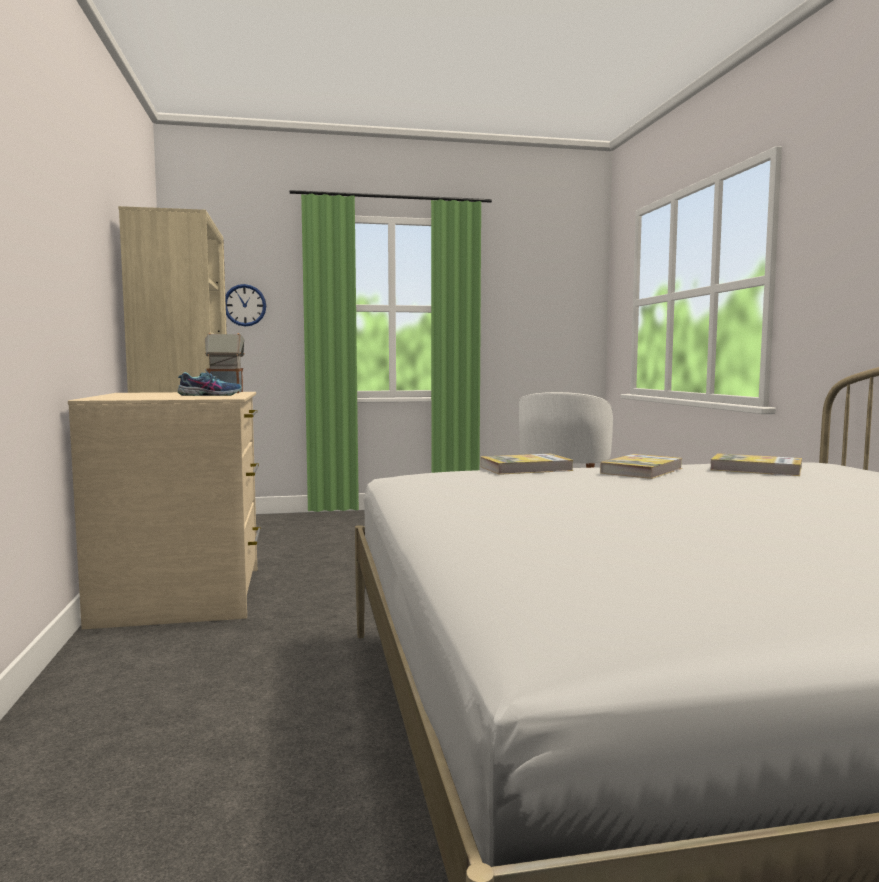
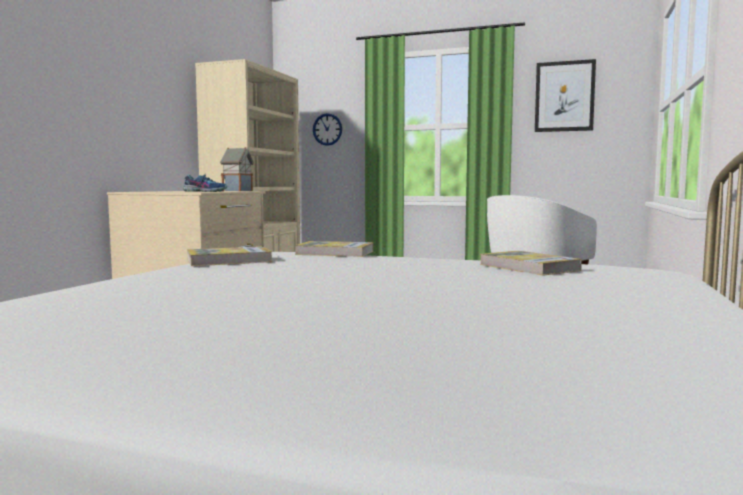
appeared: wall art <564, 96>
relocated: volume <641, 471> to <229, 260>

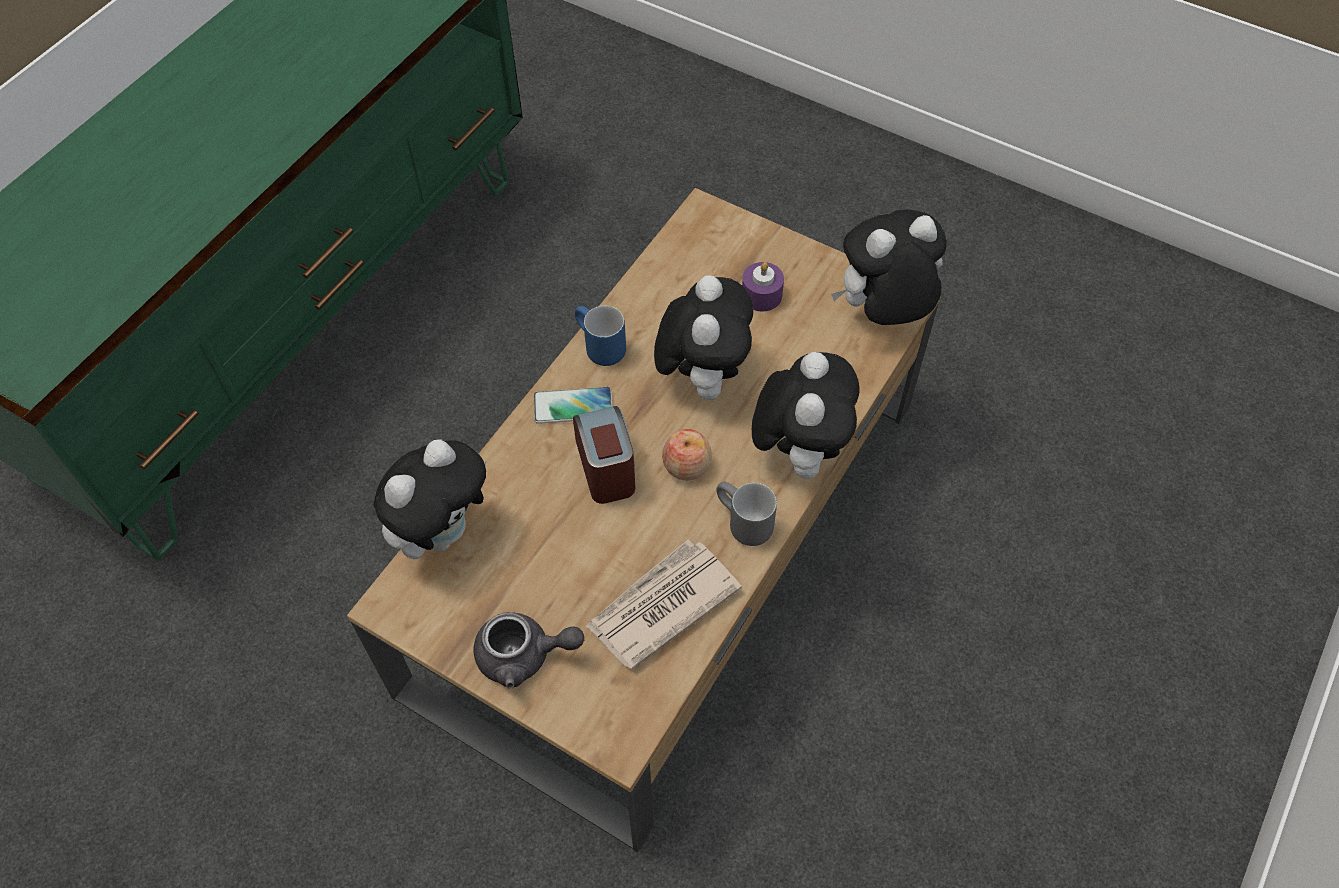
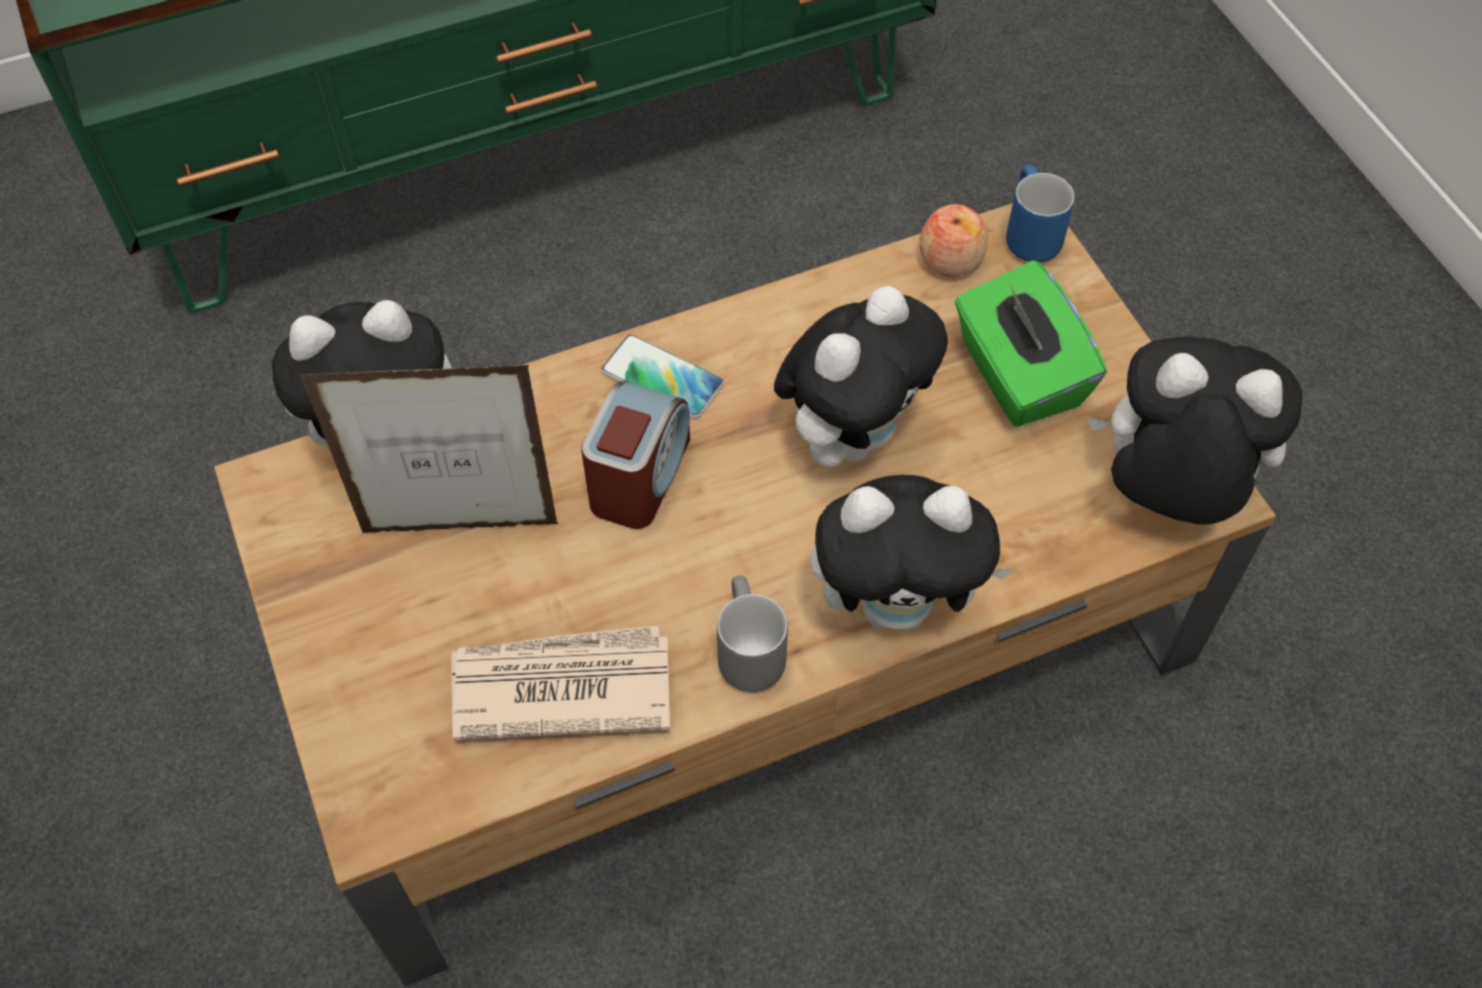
missing: pot for tea/gray <524, 656>
appeared: standing frame <461, 528>
relocated: coffee mug/blue-coloured <597, 348> to <1025, 234>; apple fruit <686, 465> to <950, 259>
exchanged: wax candle/purple-coloured <761, 295> to box of tissues/green-coloured <1018, 375>
spun: soft toy <799, 451> = <897, 605> 45 degrees clockwise

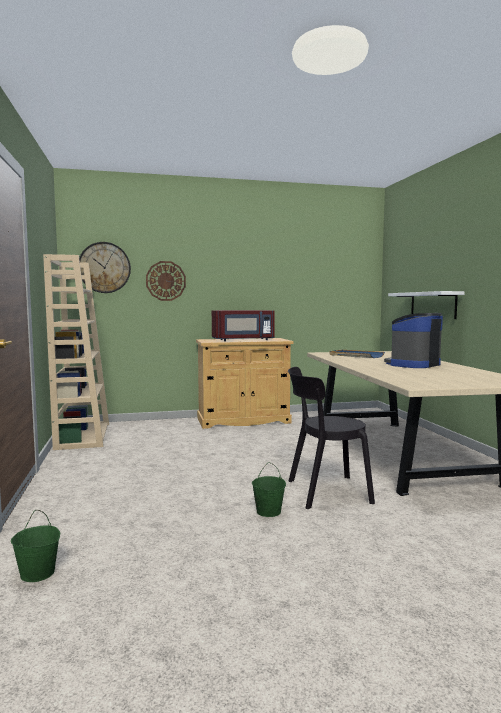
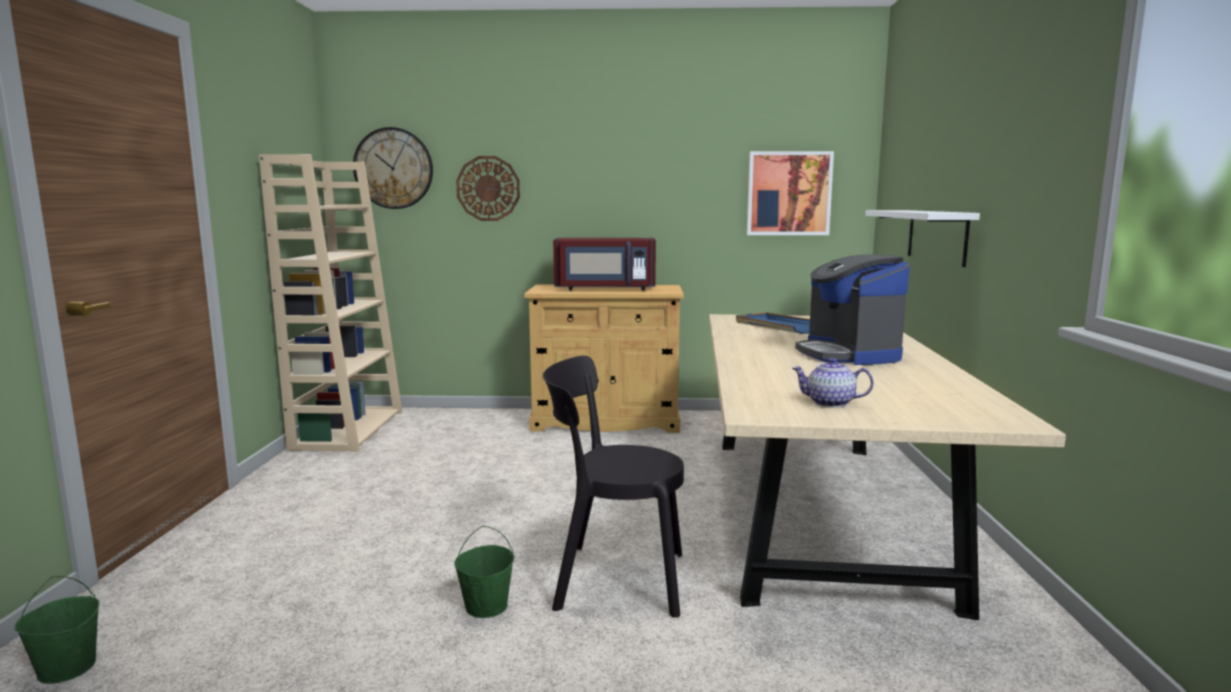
appeared: wall art <788, 193>; pot for tea <829, 403>
spun: coffee machine <412, 364> = <849, 354> 75 degrees counterclockwise

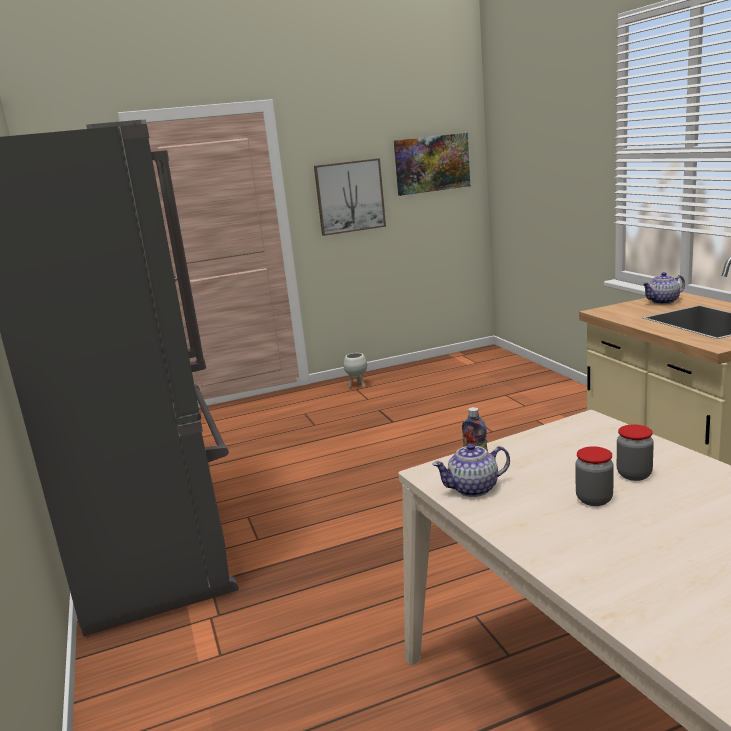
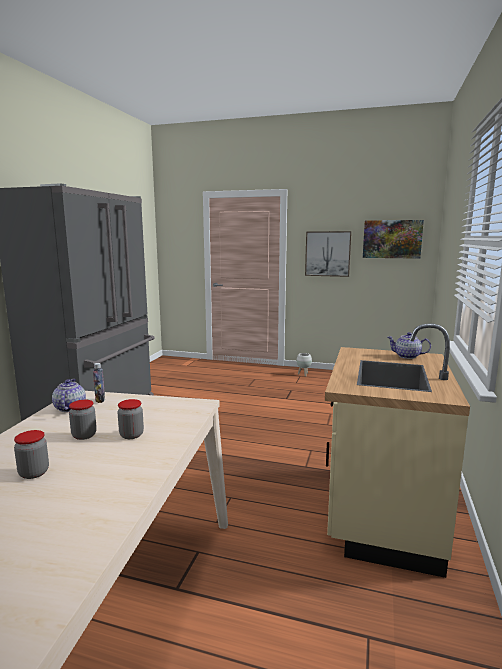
appeared: jar <34, 473>
spun: pot for tea <474, 488> = <69, 408> 60 degrees clockwise

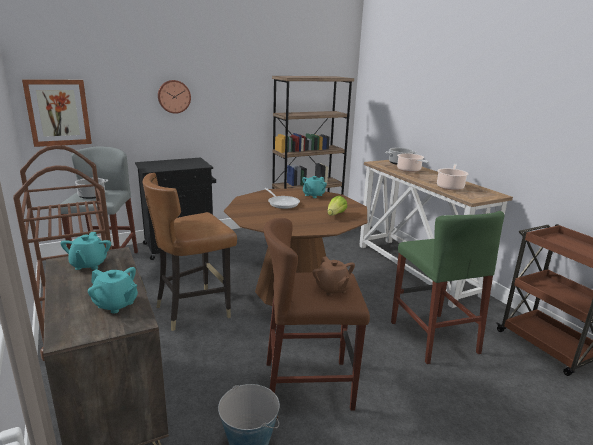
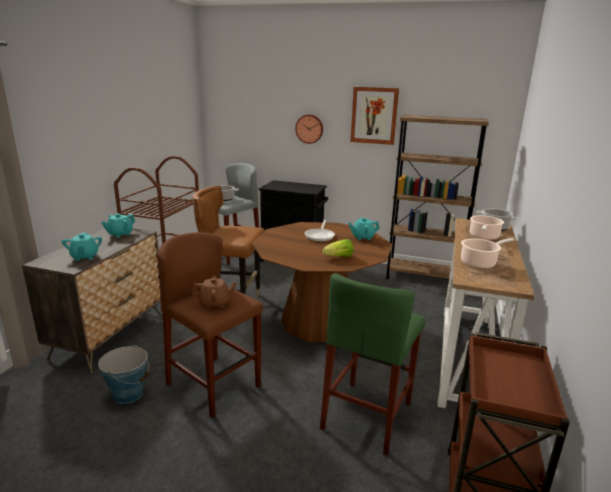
relocated: wall art <58, 112> to <374, 115>
spun: pot for tea/brownish <332, 289> = <215, 303> 120 degrees counterclockwise

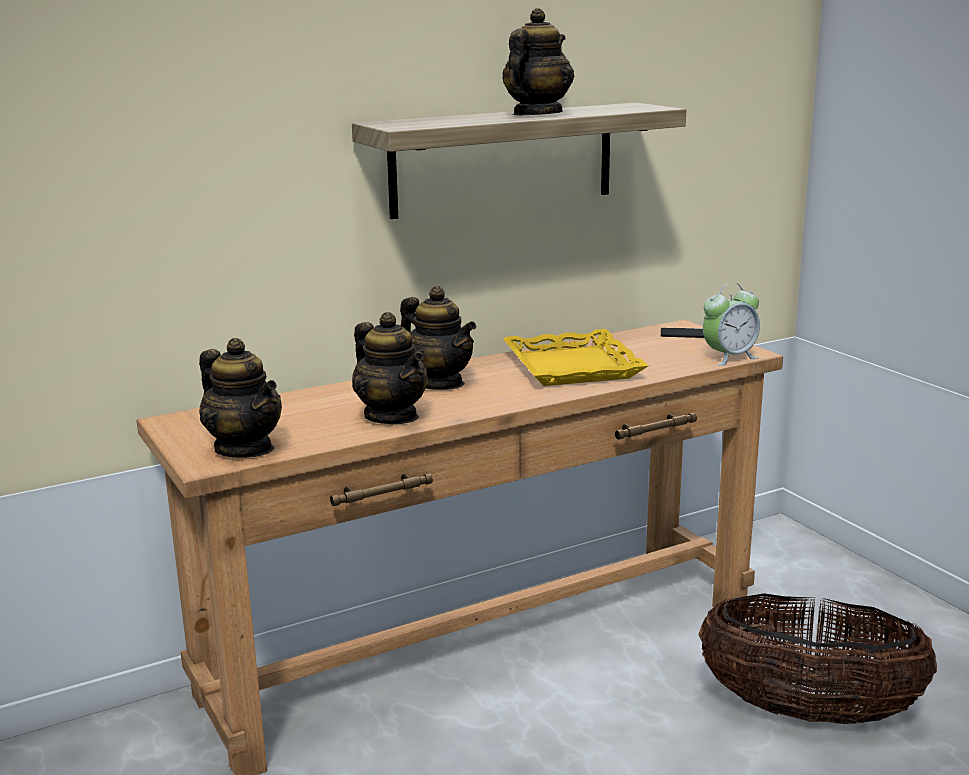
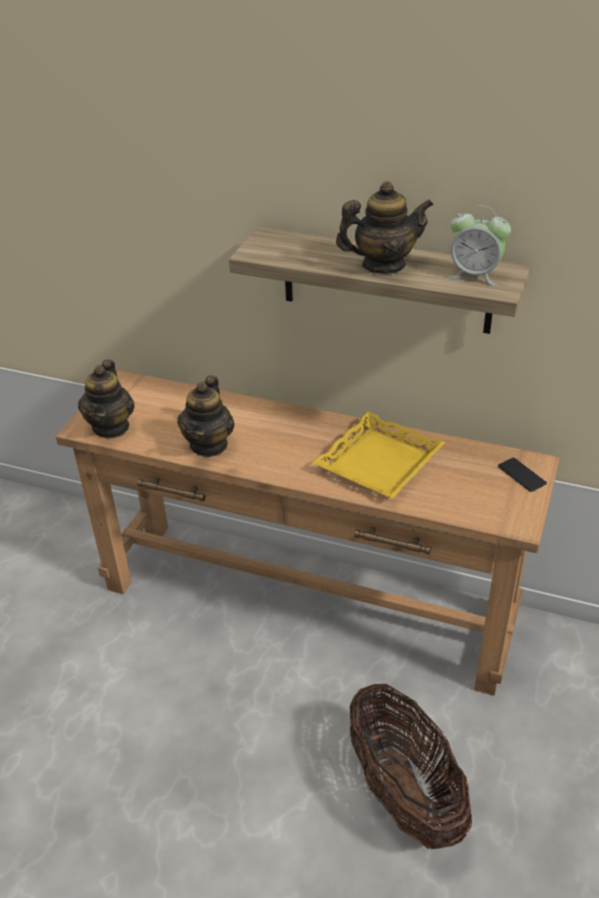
missing: pot for tea <439, 383>
relocated: bedside clock <729, 358> to <475, 275>

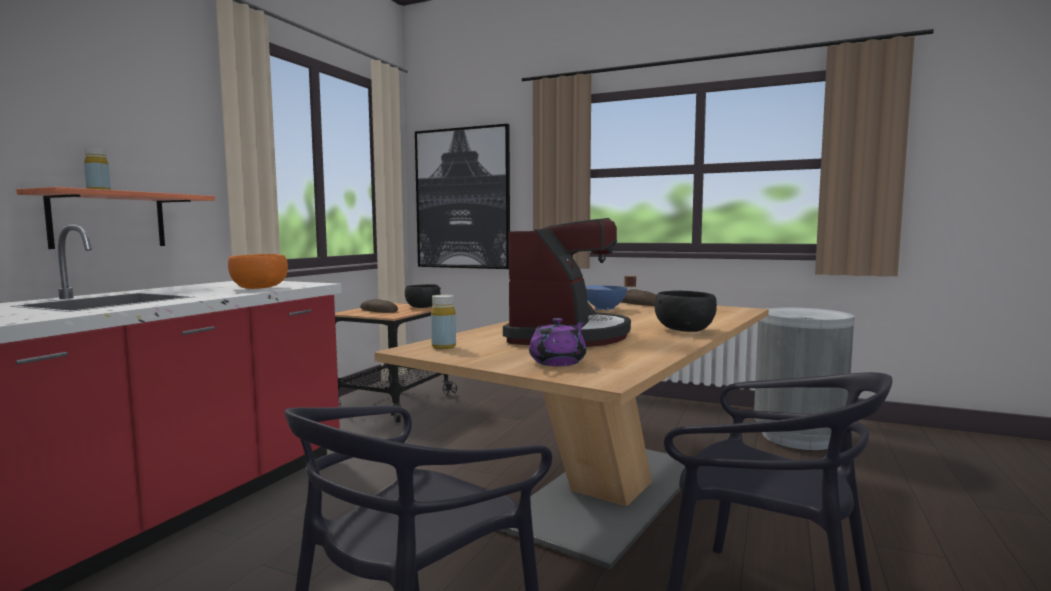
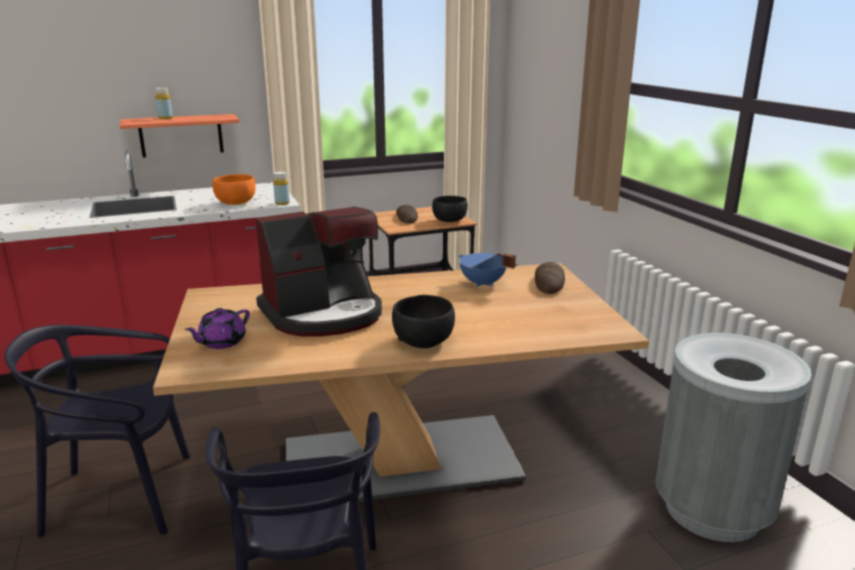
missing: wall art <462, 199>
relocated: bottle/yellow-coloured <443, 347> to <282, 203>
spun: pot for tea/purple-coloured <558, 362> = <221, 342> 135 degrees clockwise

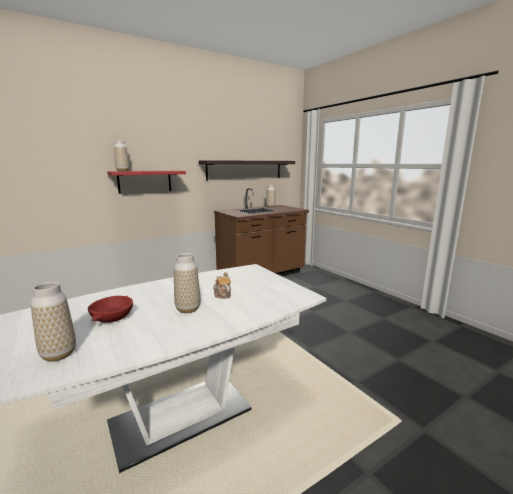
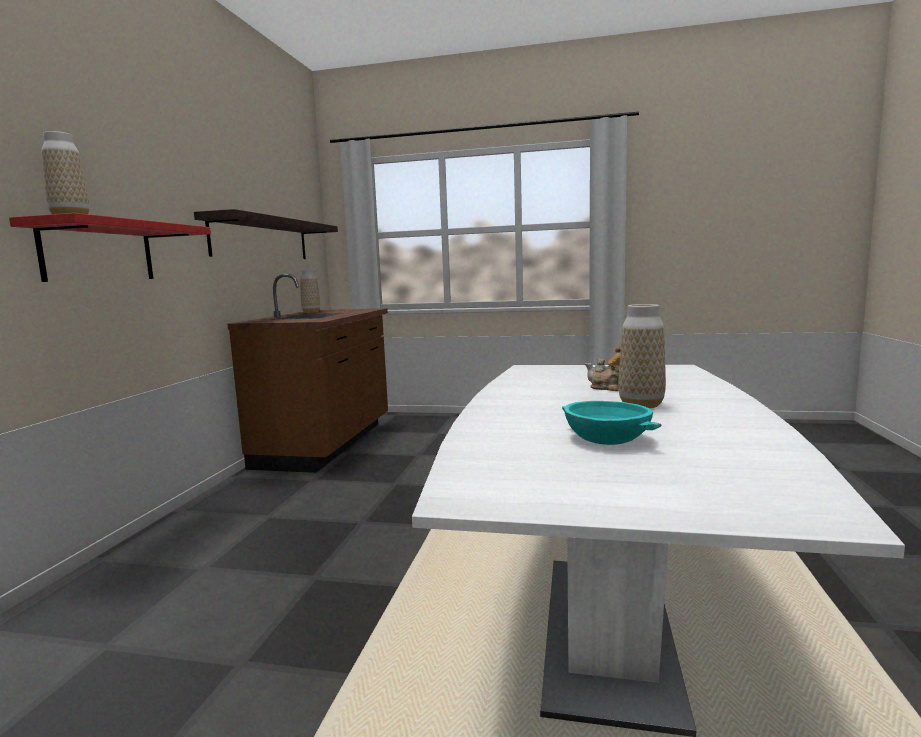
missing: decorative vase <58, 354>
colour: serving bowl/red <112, 317> to serving bowl/turquoise-coloured <605, 439>

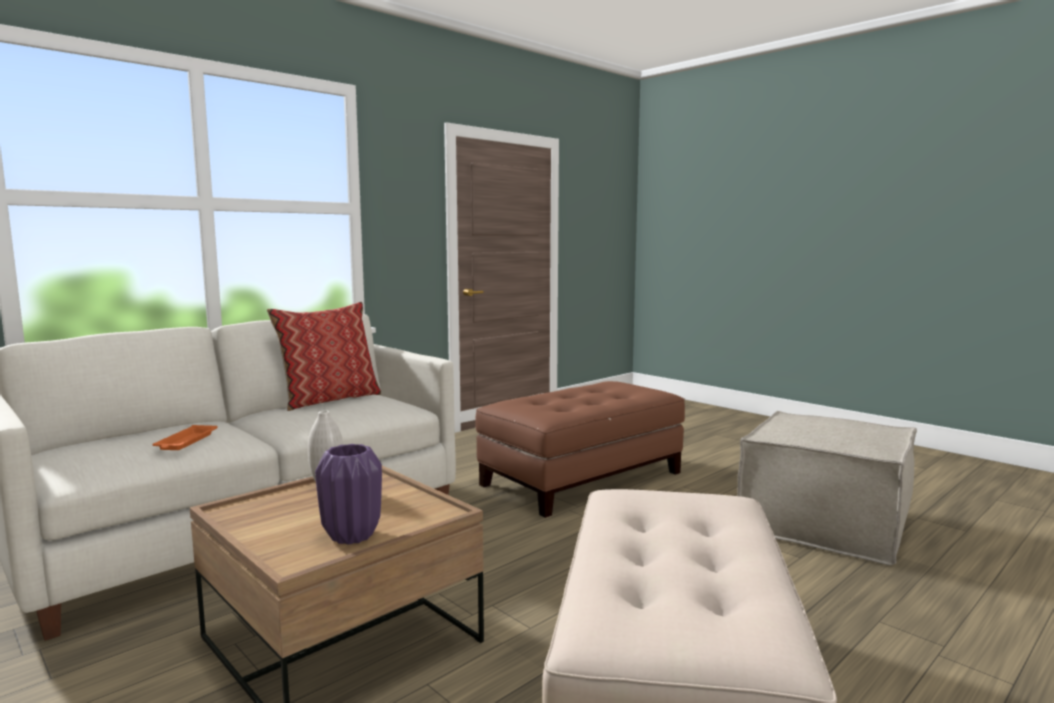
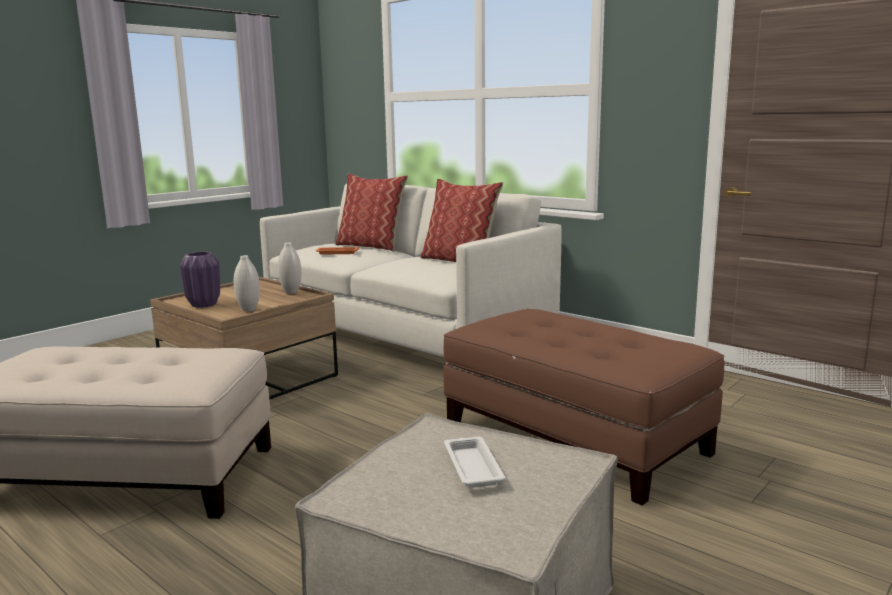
appeared: pillow <371, 246>; decorative vase/white <249, 310>; serving tray/white <472, 466>

